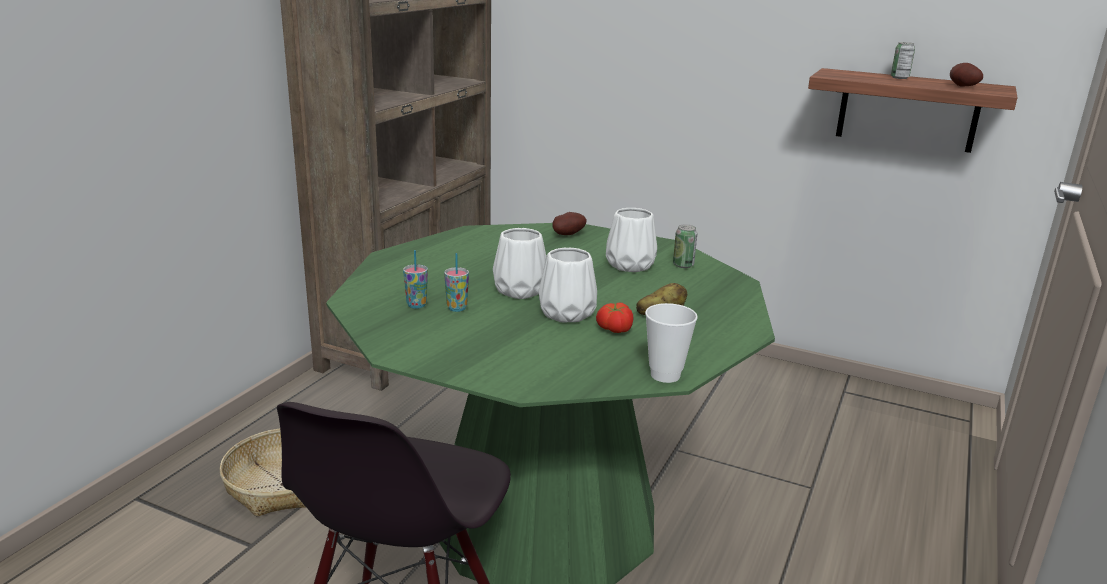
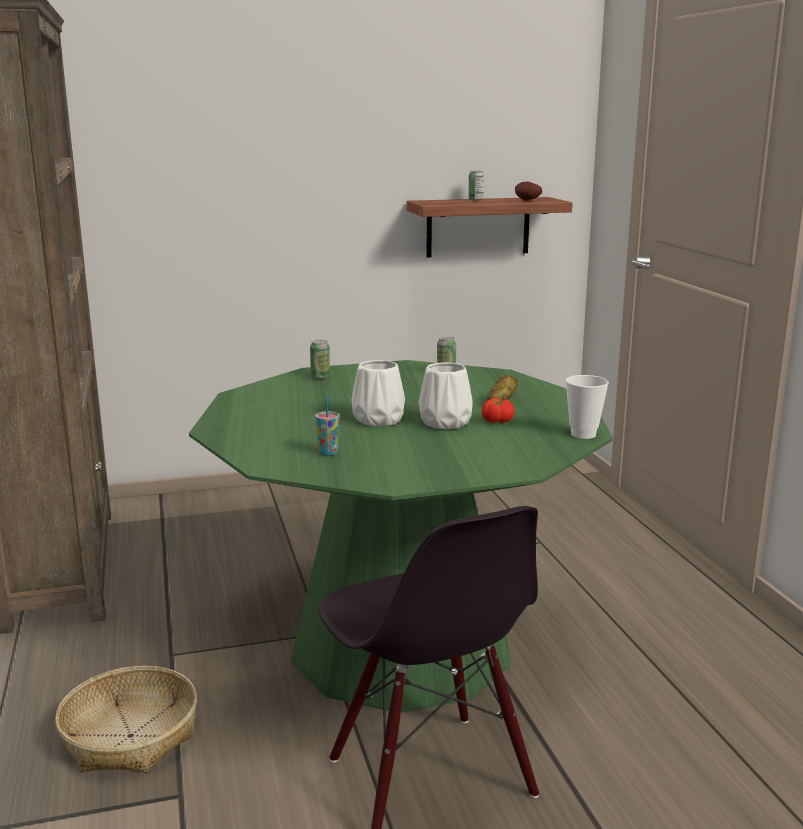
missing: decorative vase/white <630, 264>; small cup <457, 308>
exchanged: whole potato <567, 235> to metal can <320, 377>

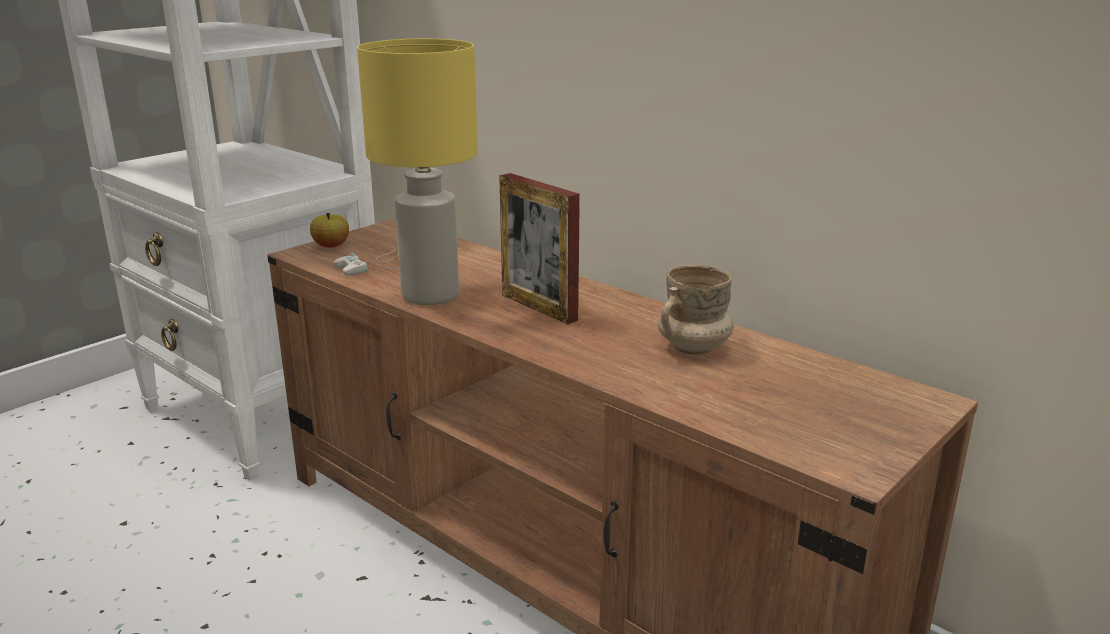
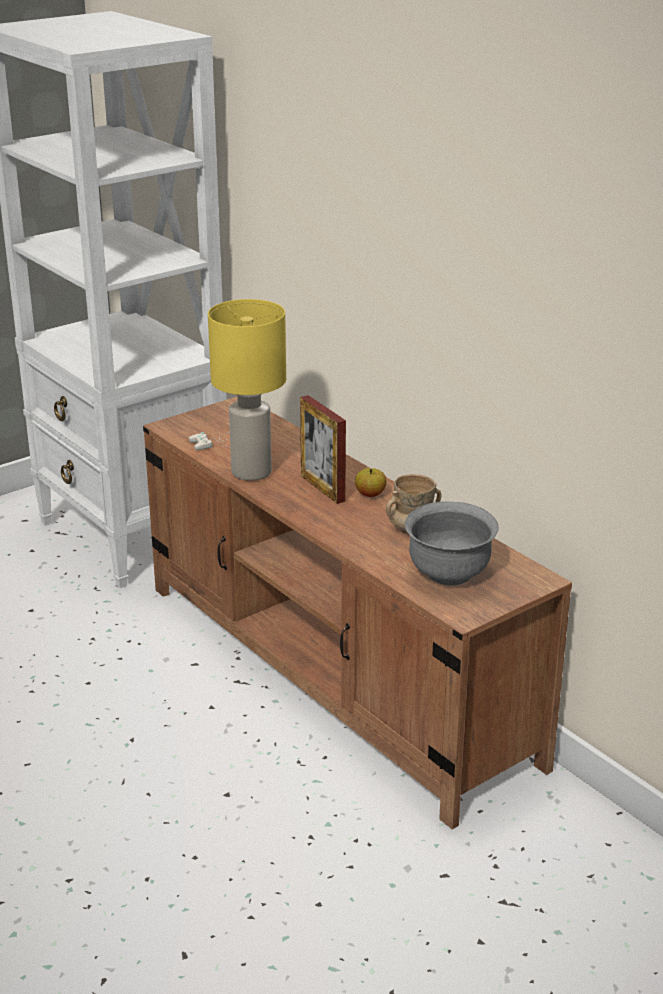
appeared: serving bowl/gray <448, 574>
relocated: apple fruit <331, 246> to <370, 494>

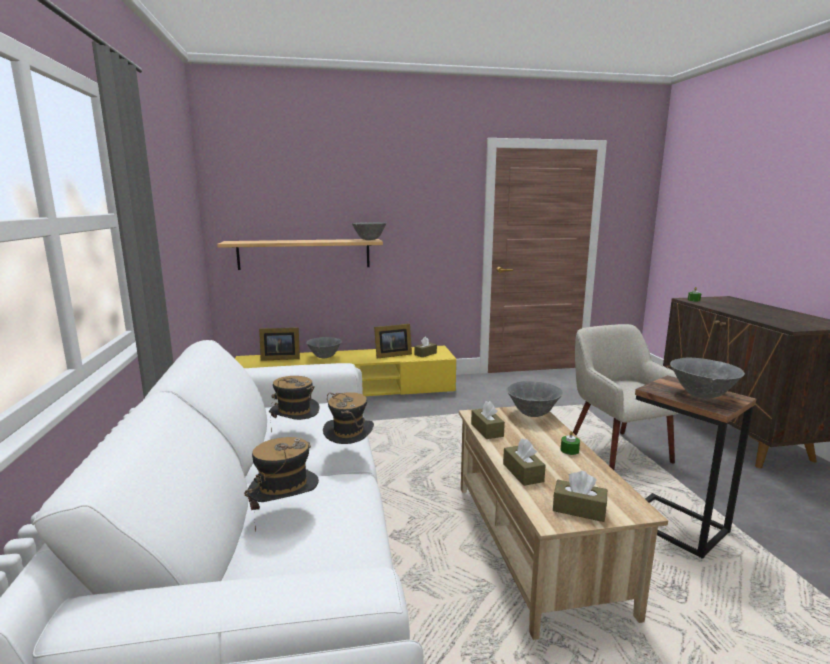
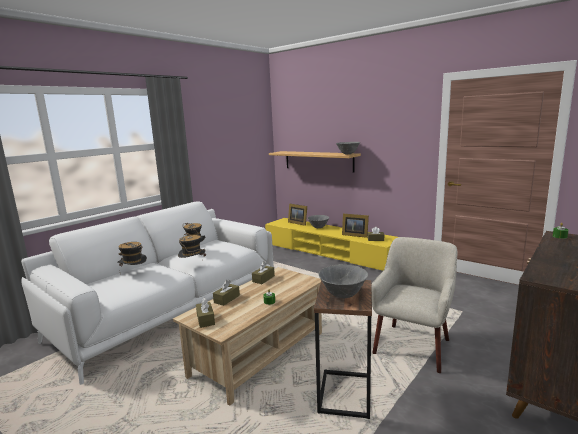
missing: serving bowl/gray <532, 414>

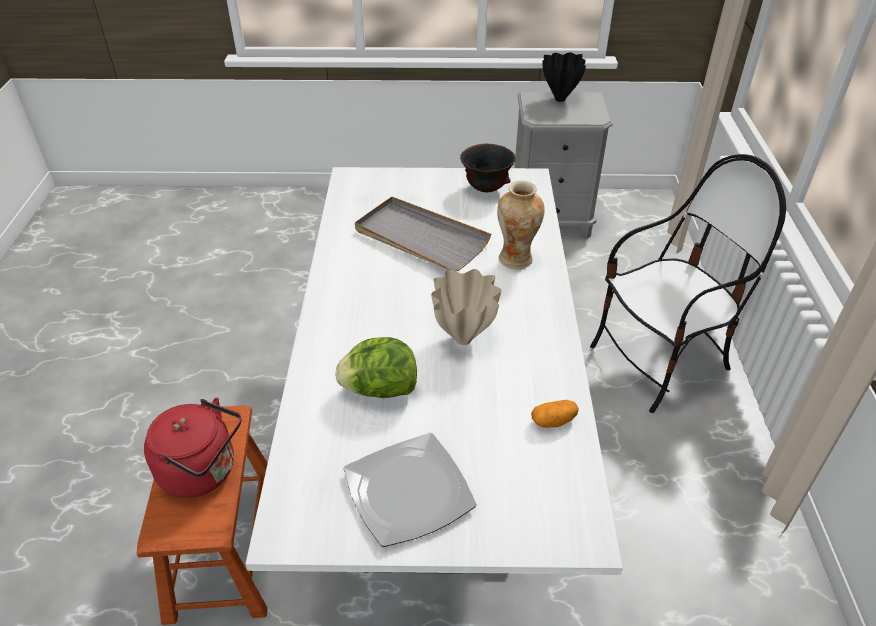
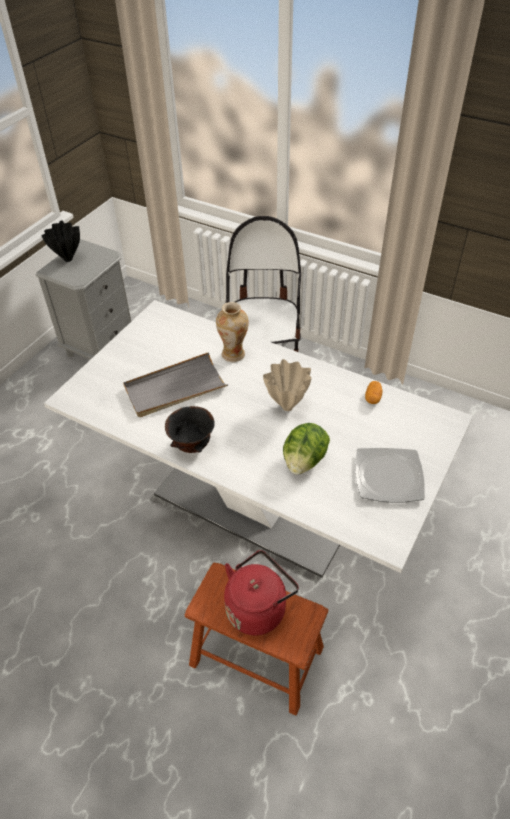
relocated: serving bowl/black-coloured <485, 189> to <192, 446>

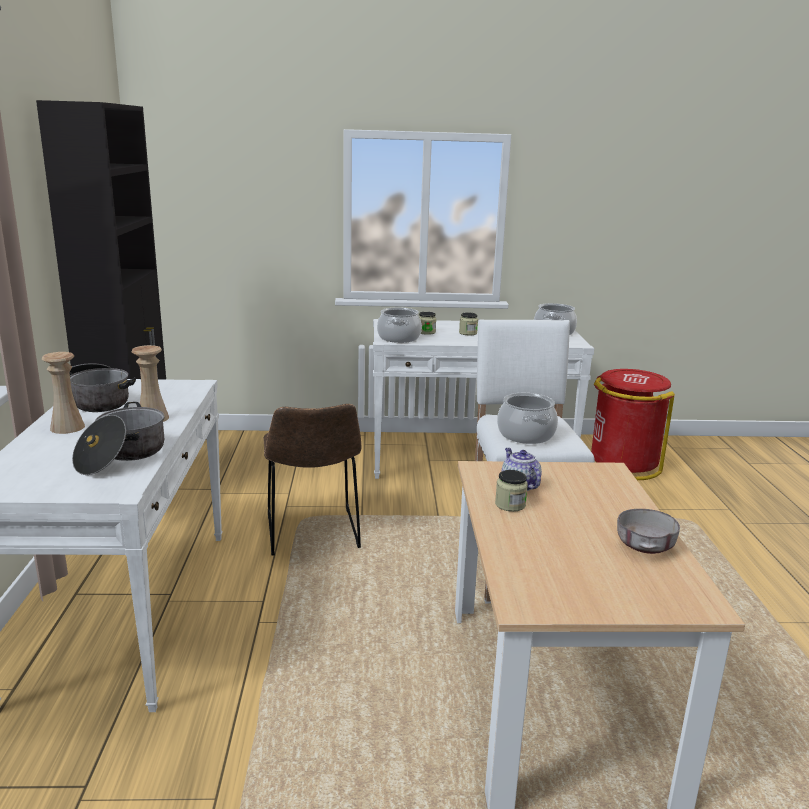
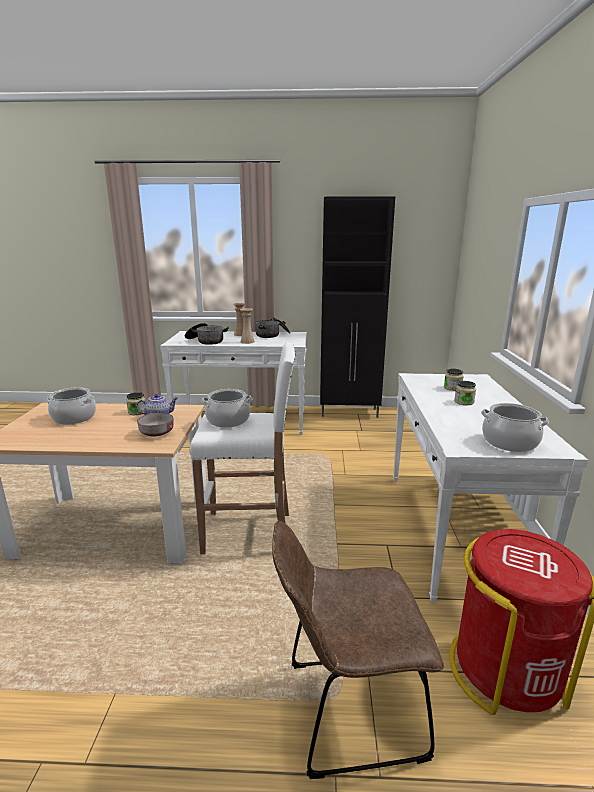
relocated: cooking pot <398, 338> to <74, 418>; chair/brownish <313, 534> to <346, 710>; serving bowl/gray <645, 546> to <157, 433>

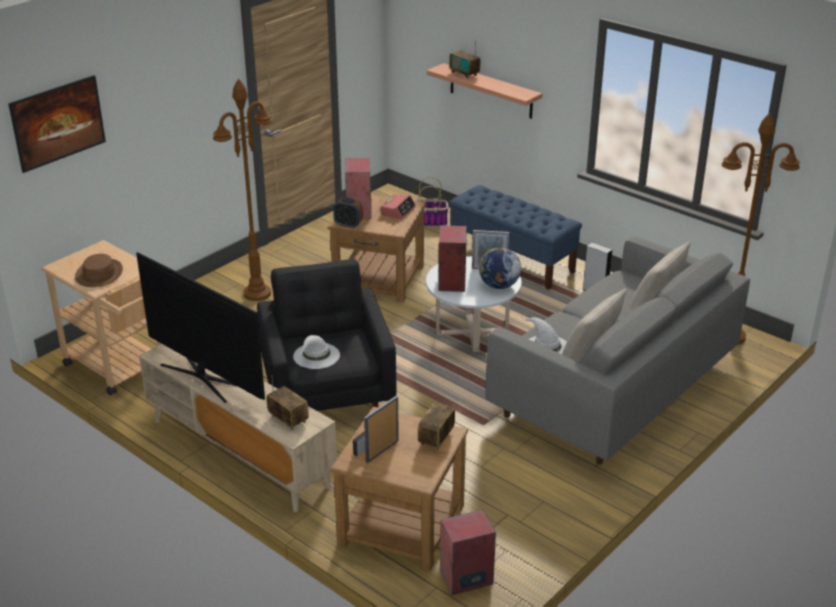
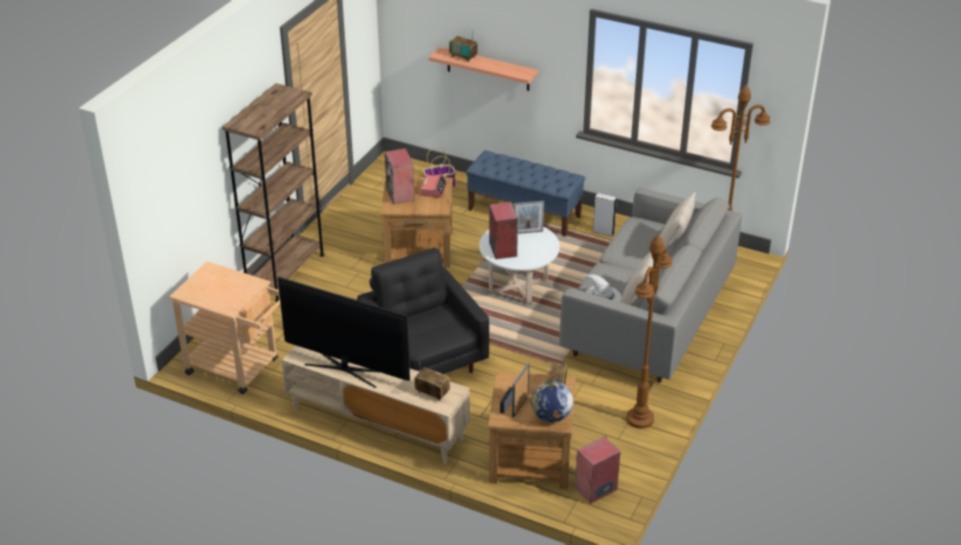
missing: wall art <61, 139>; bedside clock <348, 224>; wearable hat/brownish <99, 274>; wearable hat/white <316, 356>
appeared: bookshelf/brownish <285, 273>
relocated: standing lamp/brownish <257, 294> to <640, 419>; desk globe <498, 286> to <551, 416>

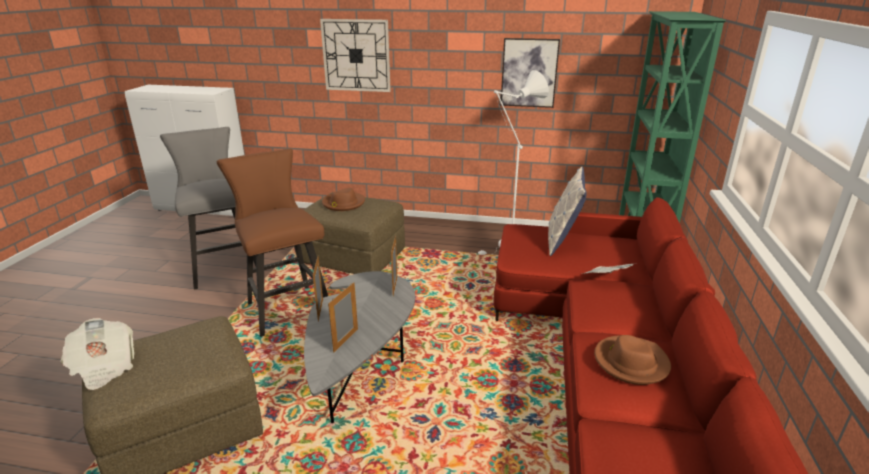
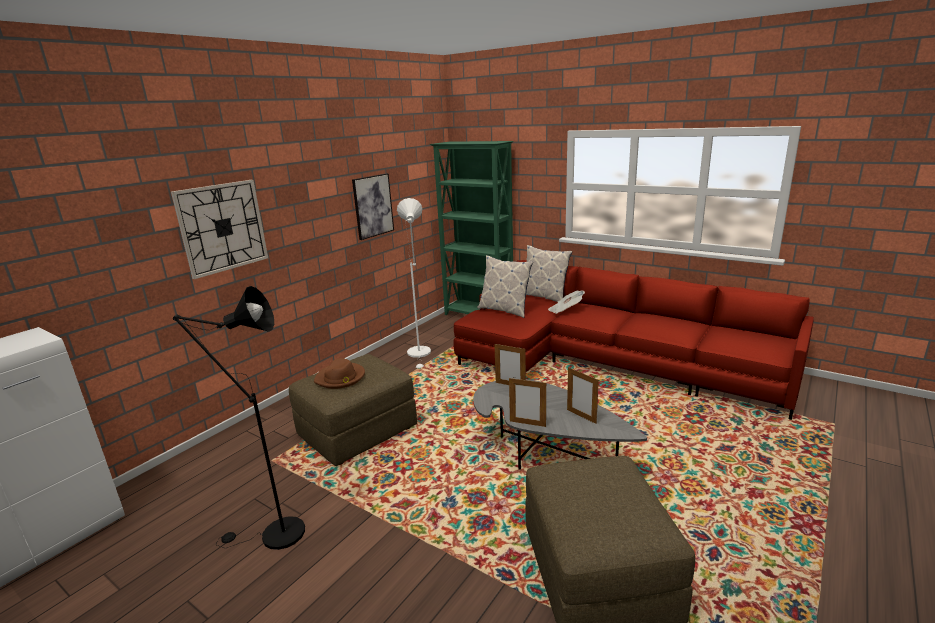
missing: stool/brownish <286, 306>; daily paper <103, 367>; wearable hat/brownish <630, 362>
appeared: pillow <544, 296>
exchanged: stool/gray <224, 266> to standing lamp/black-coloured <274, 535>

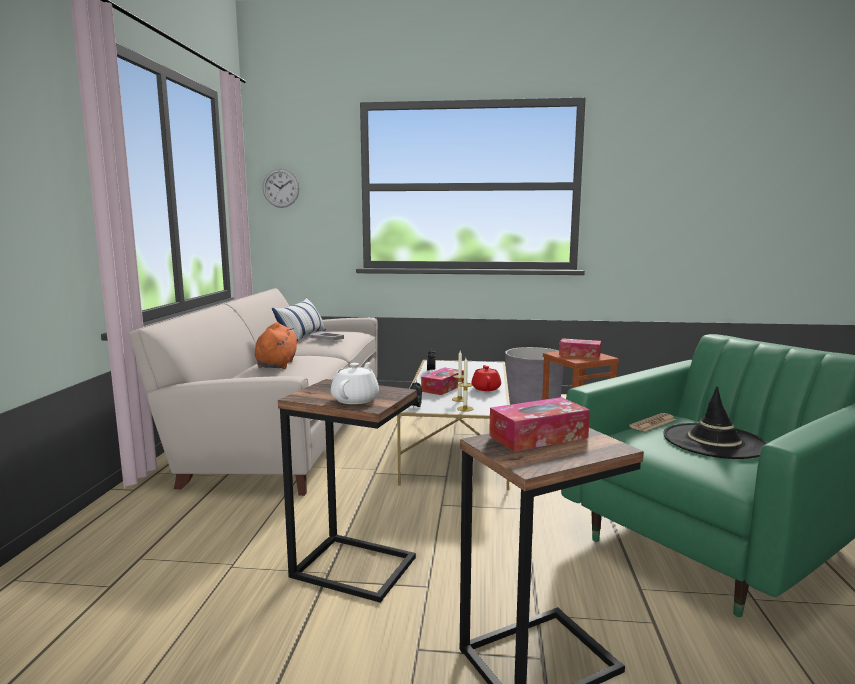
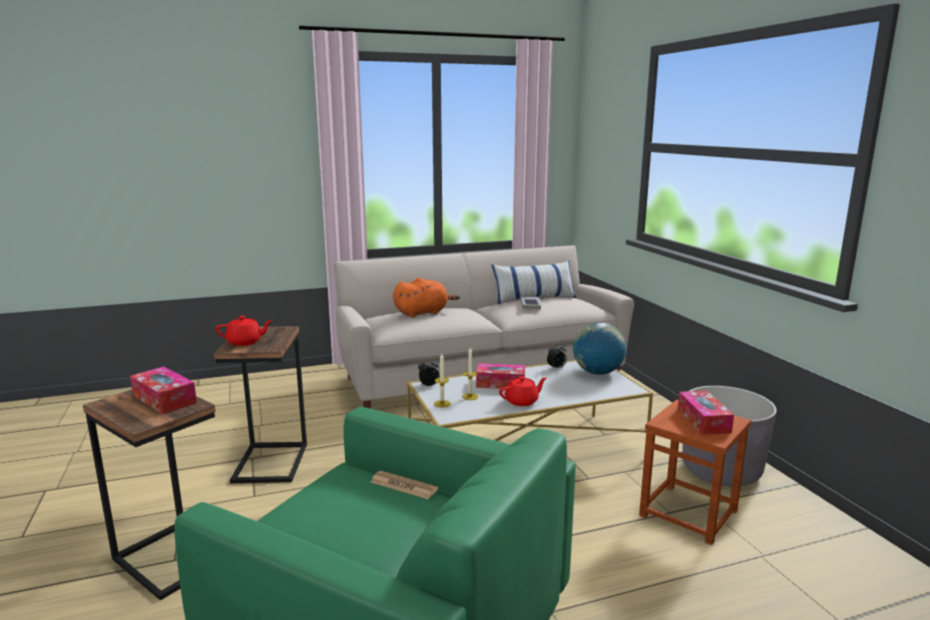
missing: wall clock <281, 188>; wearable hat/black-coloured <714, 441>
appeared: desk globe <597, 373>
colour: pot for tea/white <356, 399> to pot for tea/red <245, 342>

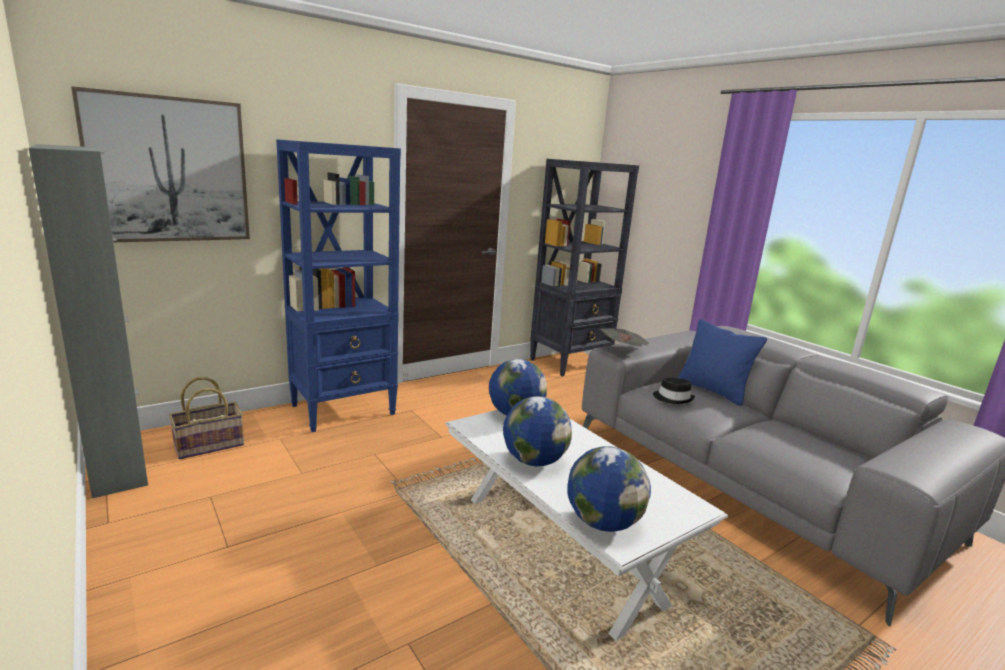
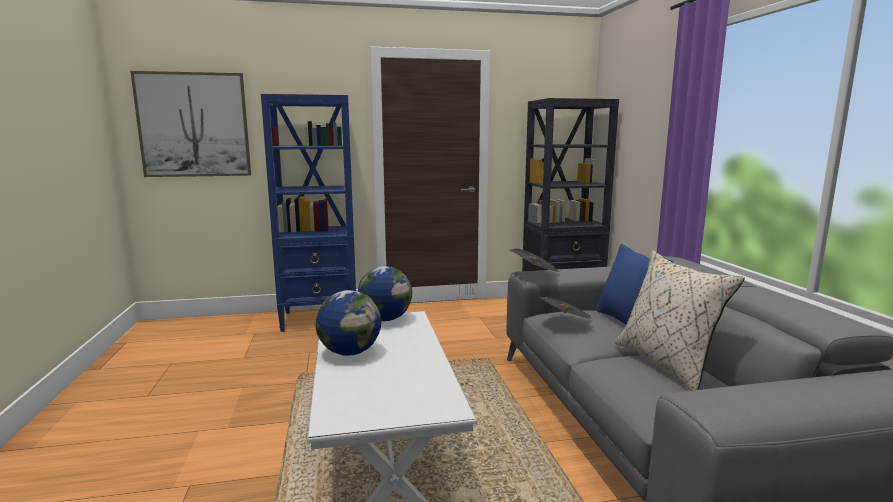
missing: storage cabinet/gray <118, 467>; storage basket <209, 445>; desk globe <603, 522>
appeared: pillow/beige <667, 364>
exchanged: wearable hat/black-coloured <673, 398> to daily paper <566, 323>

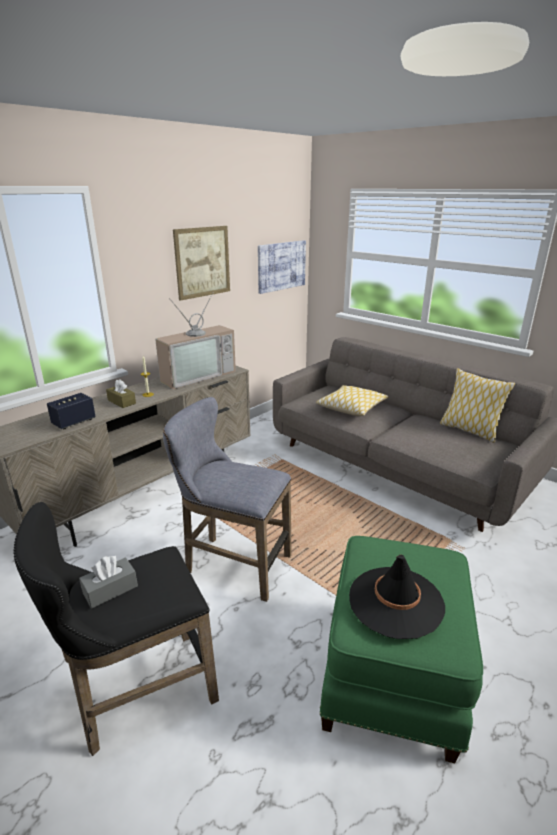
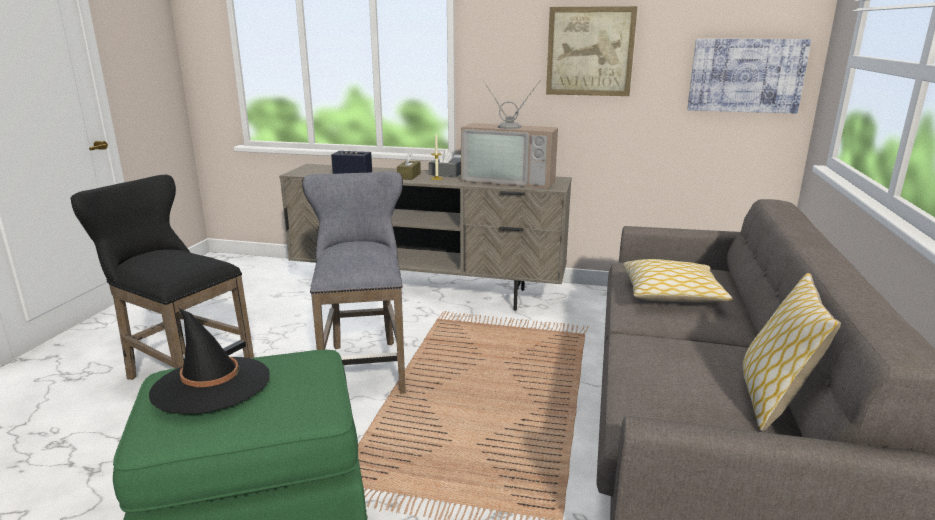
relocated: box of tissues/gray <110, 589> to <445, 174>

